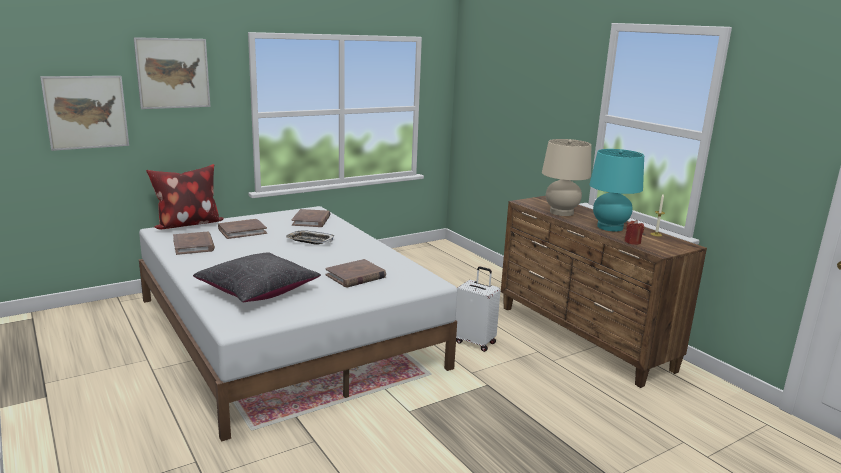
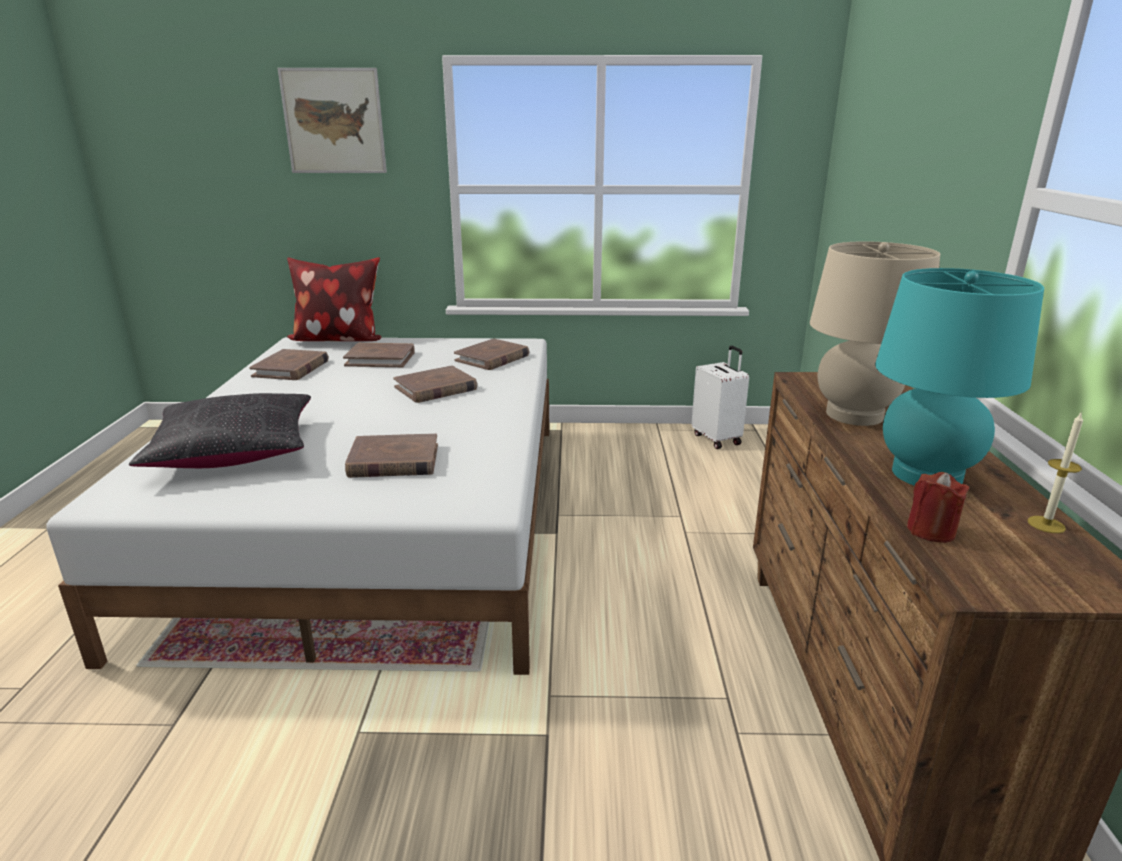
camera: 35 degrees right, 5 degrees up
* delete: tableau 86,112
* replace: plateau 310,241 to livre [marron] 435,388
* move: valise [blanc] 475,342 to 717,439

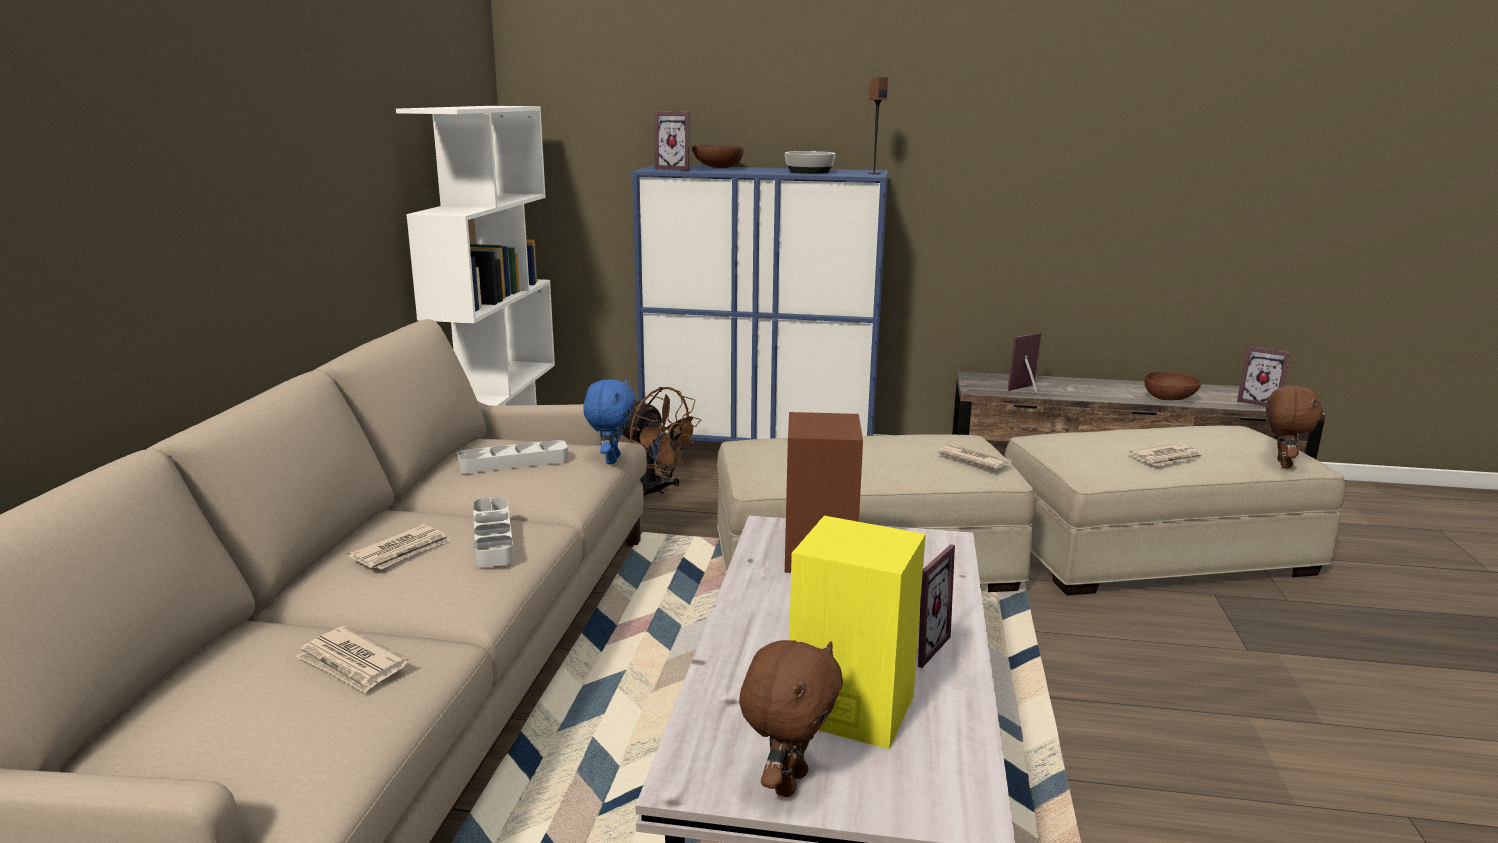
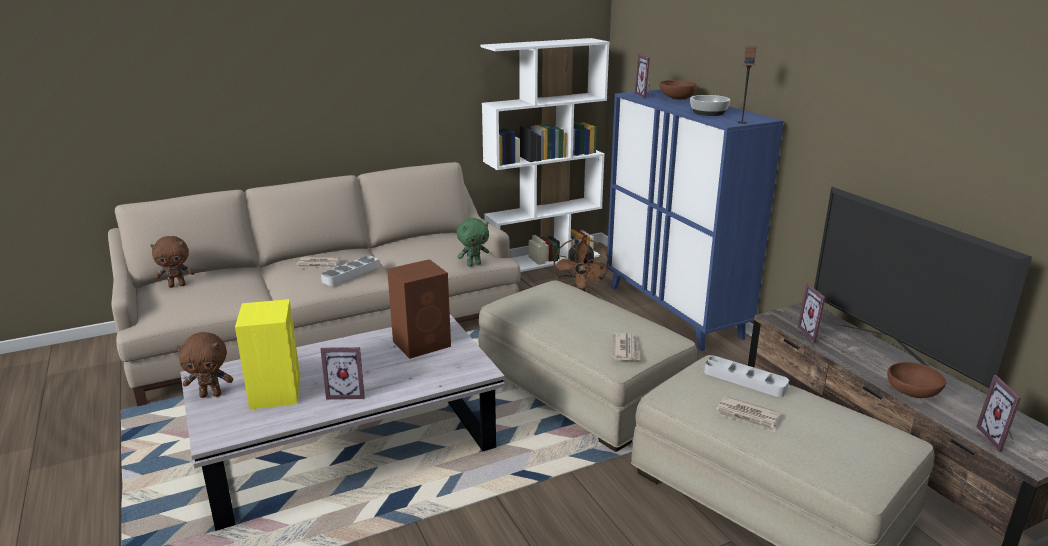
camera: 55 degrees right, 5 degrees up
* delete: journal 352,664
* move: plateau [gris] 514,462 to 745,380
* recolor: peluche [bleu] 611,460 to peluche [vert] 474,264
* rotate: cadre photo 1028,390 = 814,334 120 degrees counterclockwise
* move: peluche [marron] 1281,464 to 177,285
* insert: téléviseur 890,351

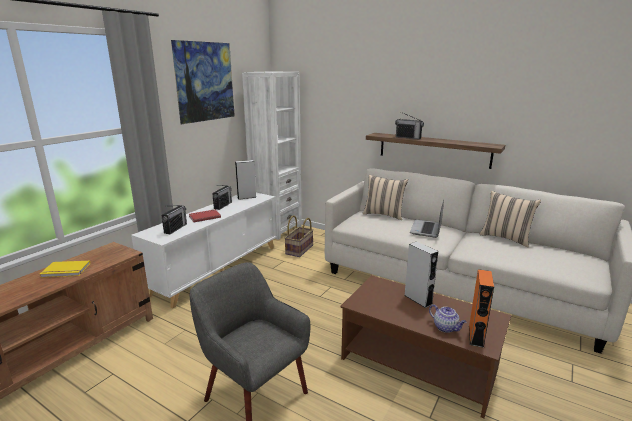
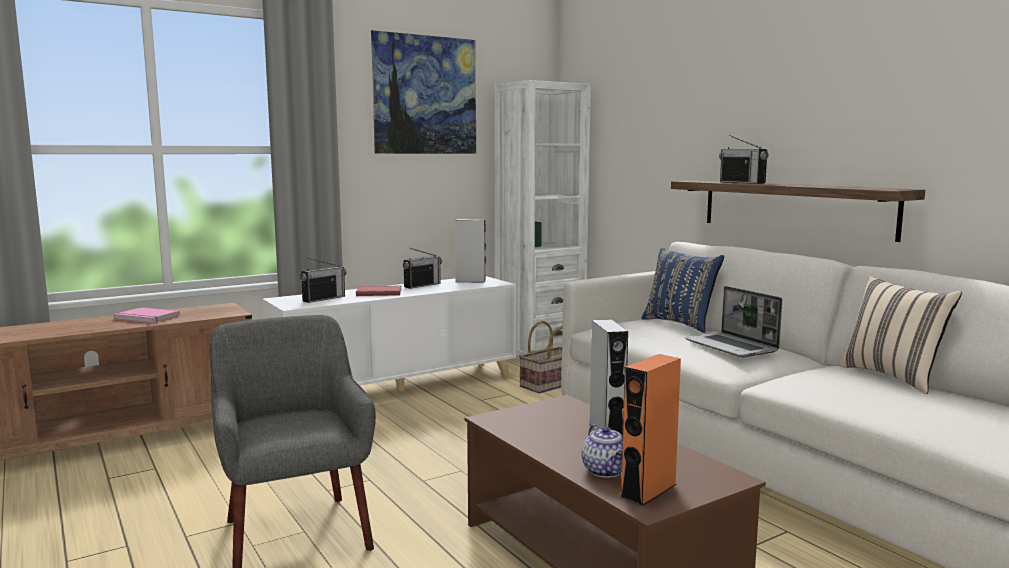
camera: 25 degrees right, 10 degrees down
* recolor: livre [jaune] 65,271 to livre [rose] 146,318
* recolor: coussin [beige] 384,214 to coussin [bleu] 680,323
* rotate: ordinateur portable 426,229 = 732,347 75 degrees counterclockwise

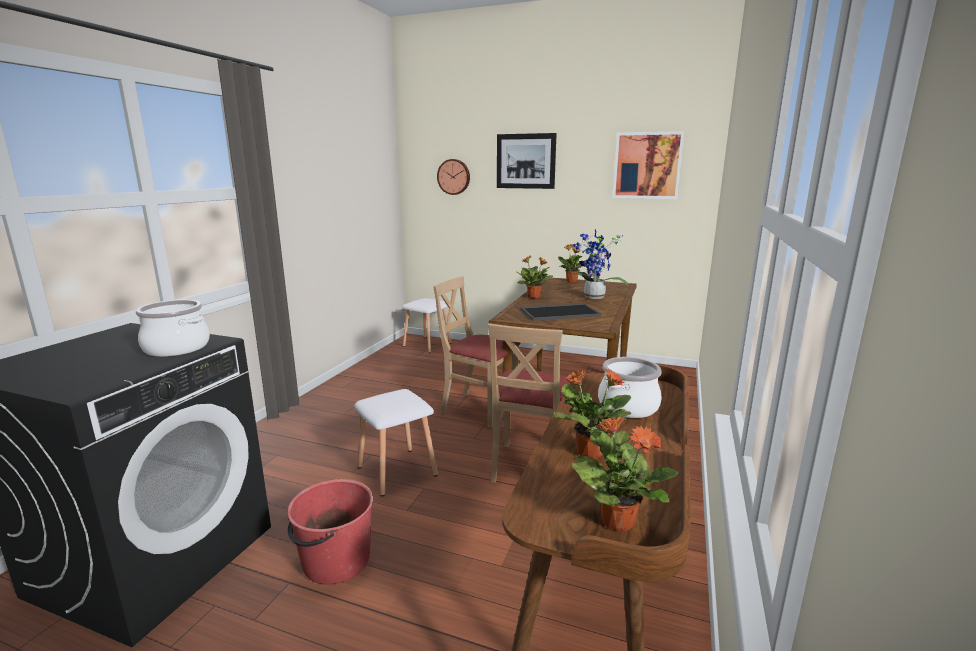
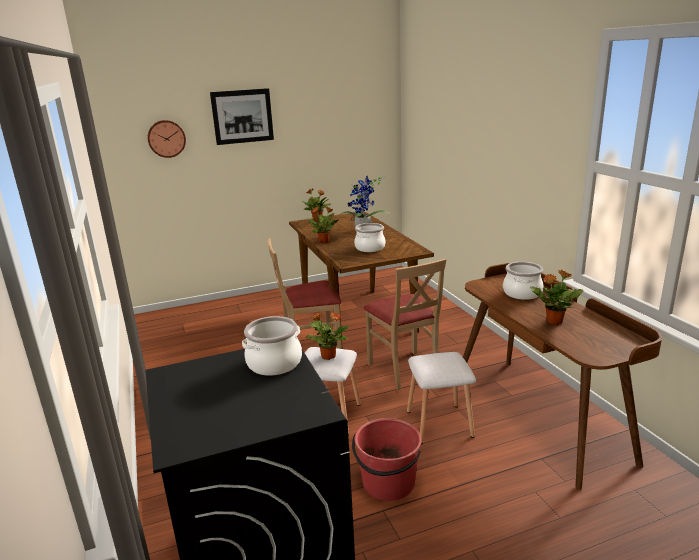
camera: 40 degrees left, 5 degrees up
* move: tabouret [blanc] 428,345 to 440,423
* replace: plateau 560,312 to marmite 369,248
* move: plante en pot 616,520 to 328,356
* delete: tableau 647,165

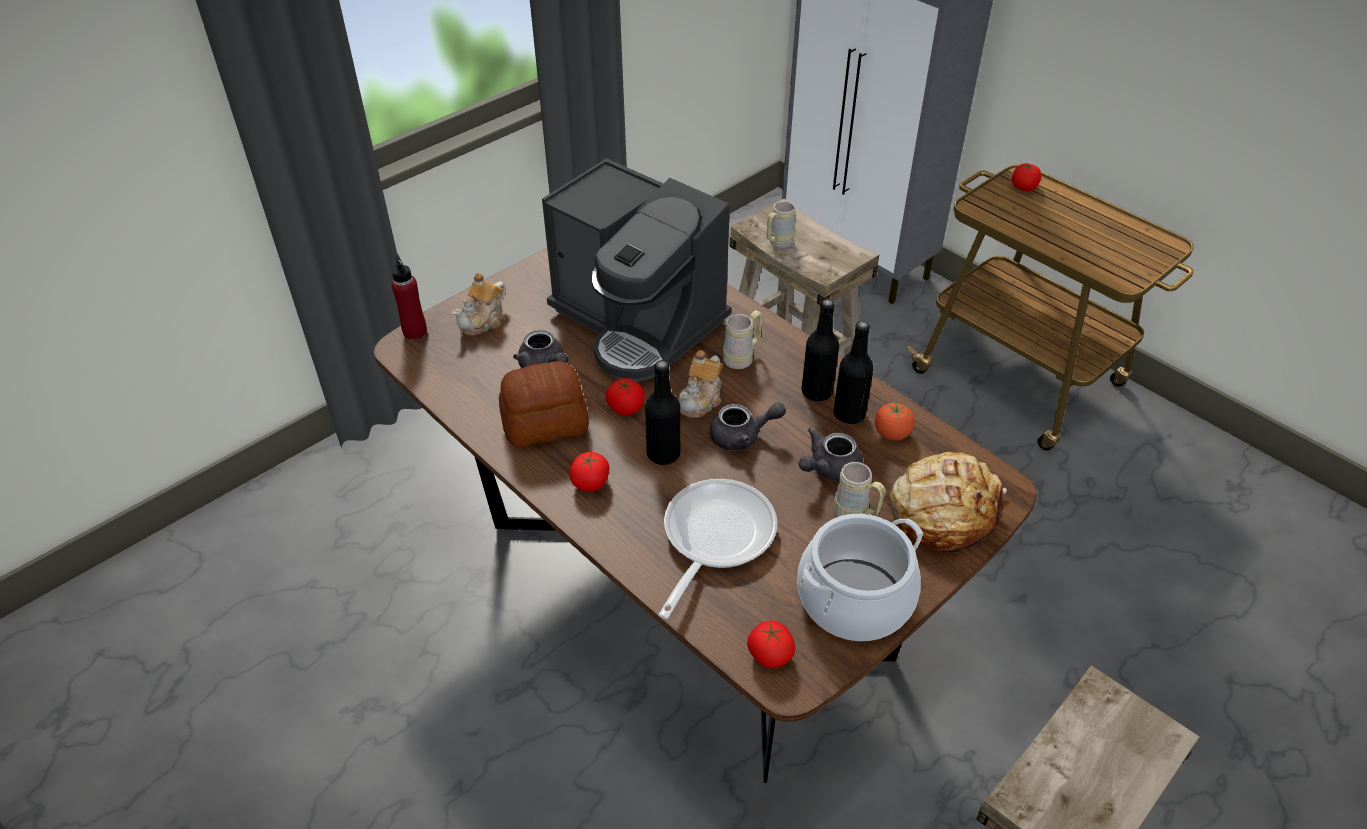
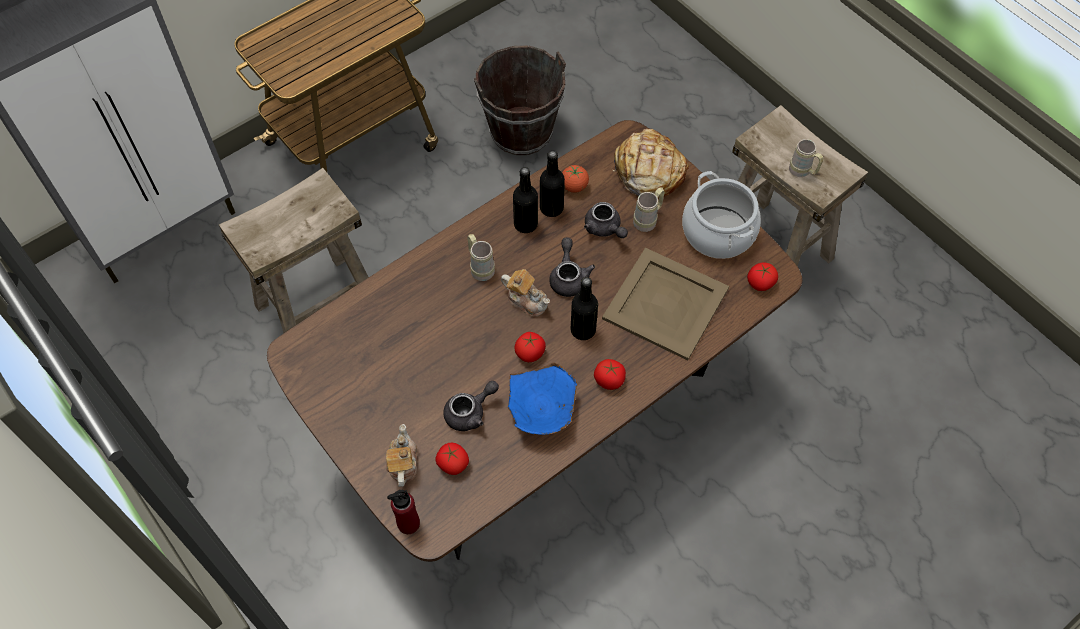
camera: 85 degrees left, 15 degrees up
* rotate: théière 483,321 = 402,464 135 degrees counterclockwise
* replace: pain 546,424 to bol [bleu] 543,411
* delete: machine à café 638,323
* replace: poêle 714,538 to plateau [beige] 666,304
* move: mug [beige] 777,243 to 802,172
* move: tomate 1023,188 to 453,464
* insert: seau [marron] 521,133

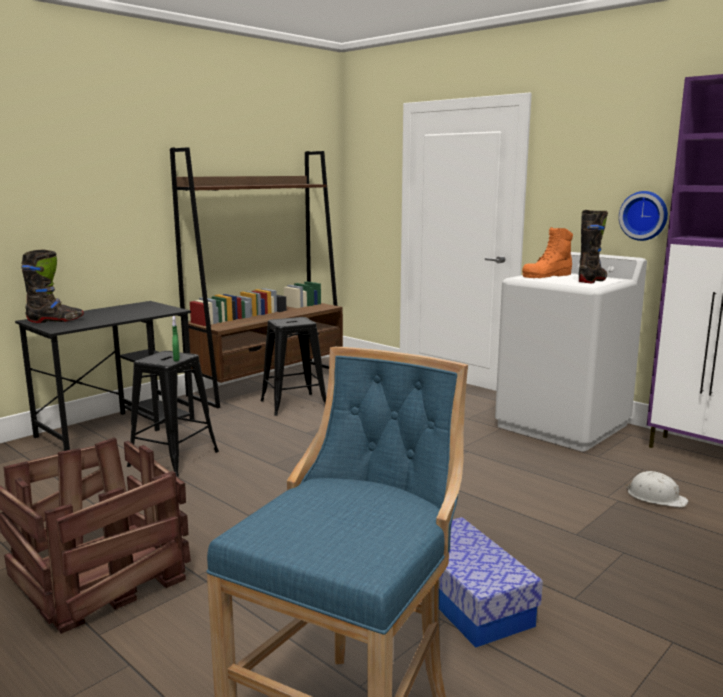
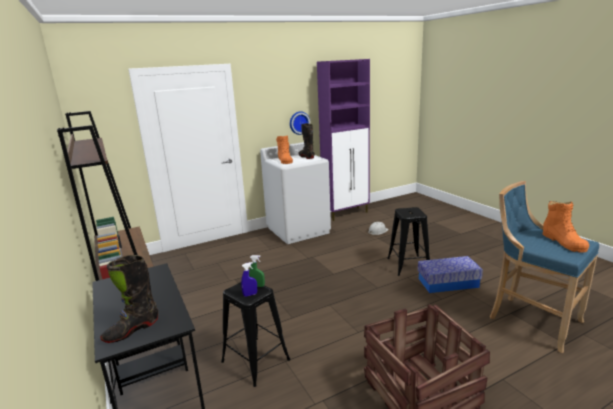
camera: 70 degrees left, 5 degrees up
* rotate: botte [noir] 55,320 = 132,330 135 degrees counterclockwise
* move: tabouret [noir] 294,404 to 408,265
* insert: vaporisateur [bleu] 250,294
* insert: botte [orange] 563,242

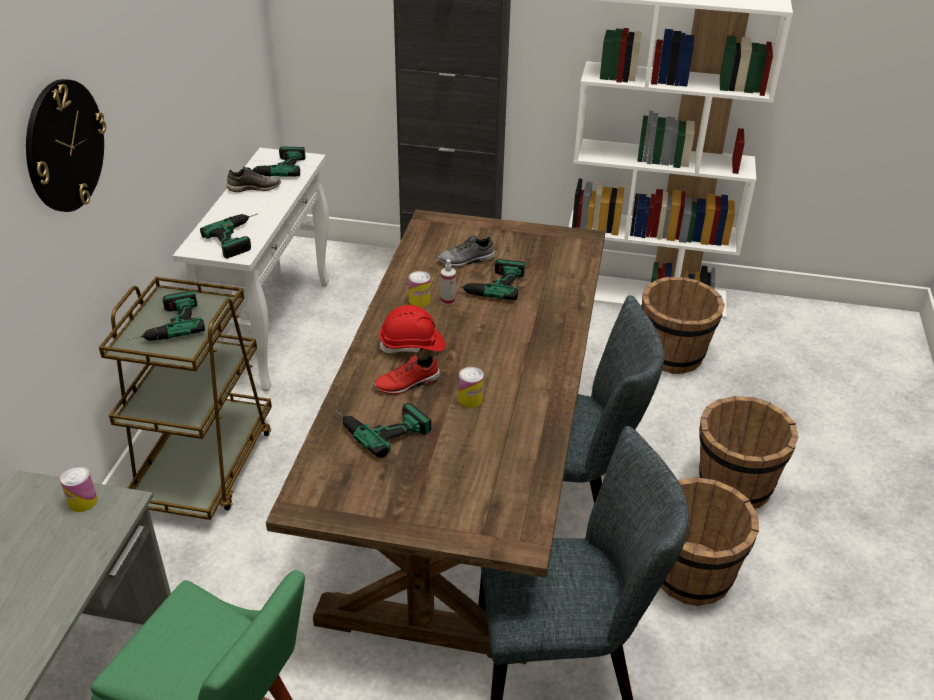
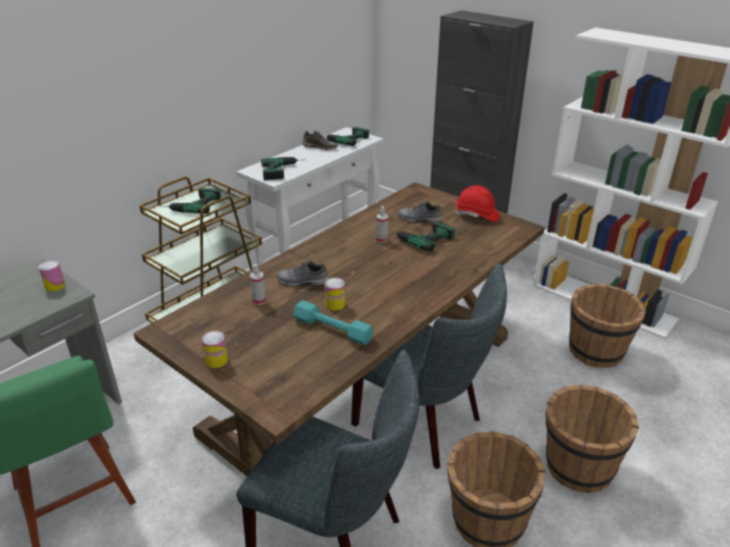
camera: 30 degrees right, 5 degrees down
* delete: horloge murale 64,146
* replace: perceuse 380,425 to vaporisateur 259,301
* recolor: chaussure [rouge] 407,384 to chaussure [gris] 302,282
* move: casque de chantier [rouge] 412,345 to 477,215
* move: boîte métallique 419,301 to 216,360
* insert: haltère [turquoise] 333,329

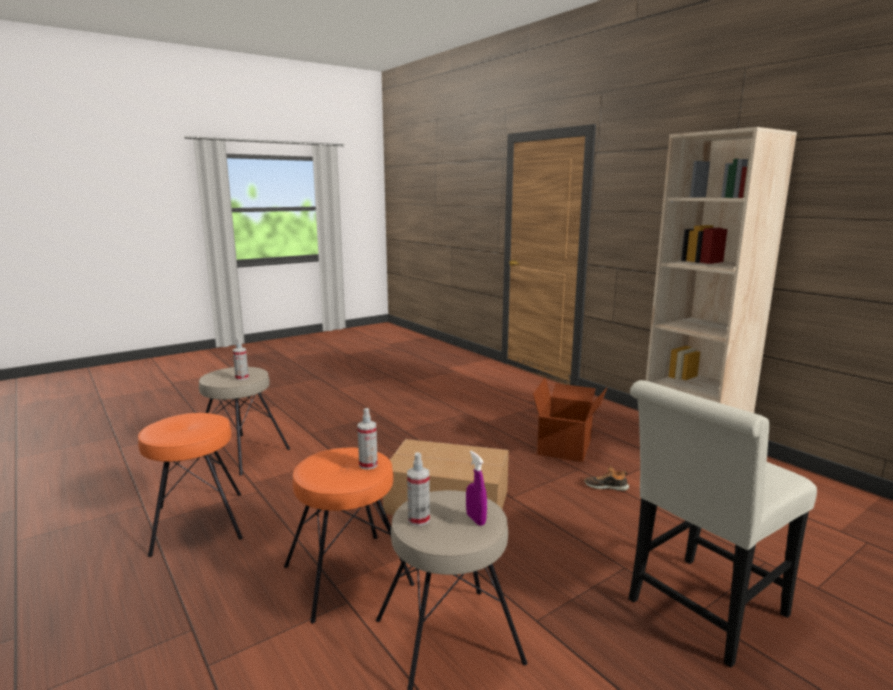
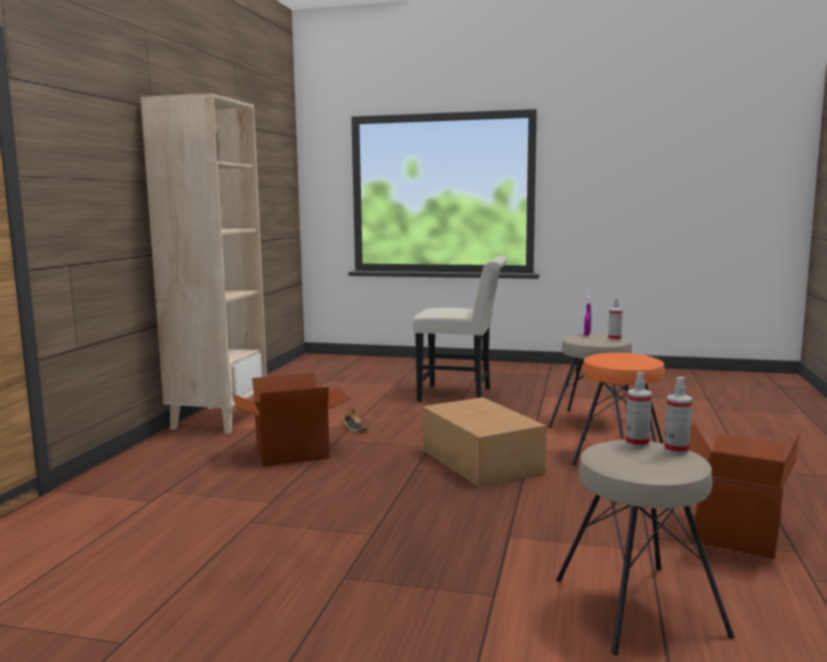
camera: 130 degrees left, 5 degrees down
* replace: tabouret [orange] 197,523 to carton 735,532
* move: vaporisateur 368,465 to 676,450

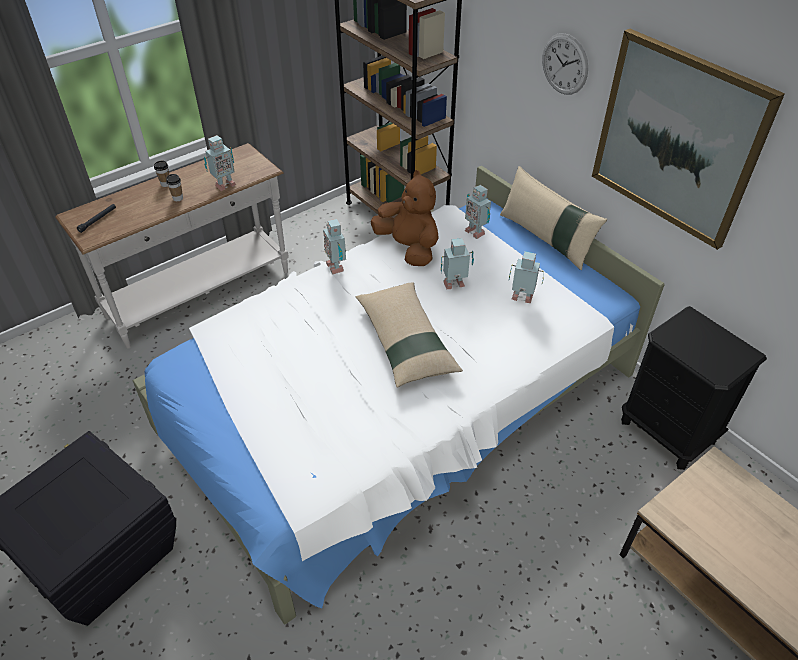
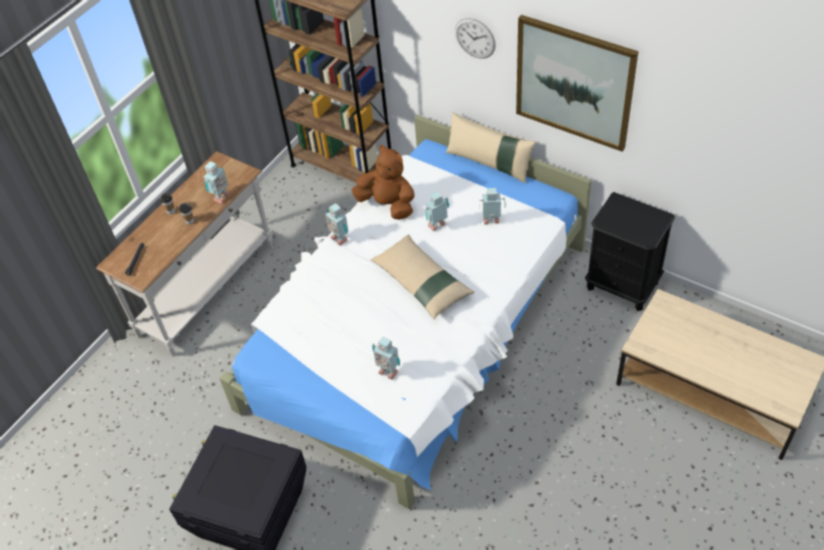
camera: 15 degrees left, 5 degrees up
* move: robot jouet 475,231 to 388,371

